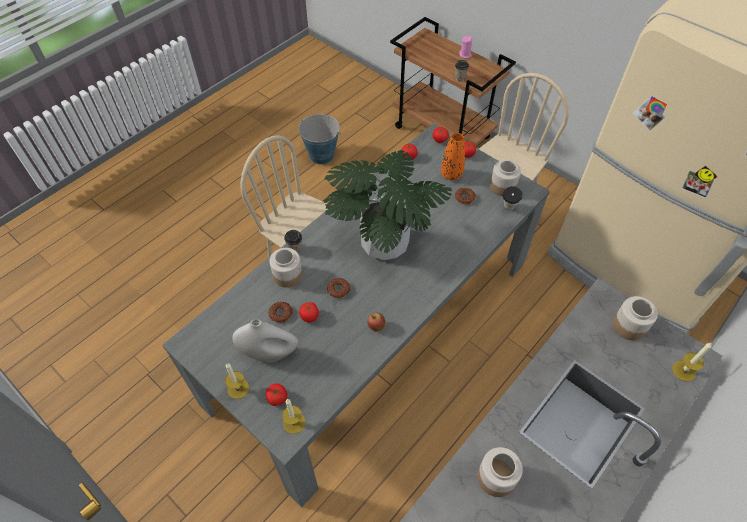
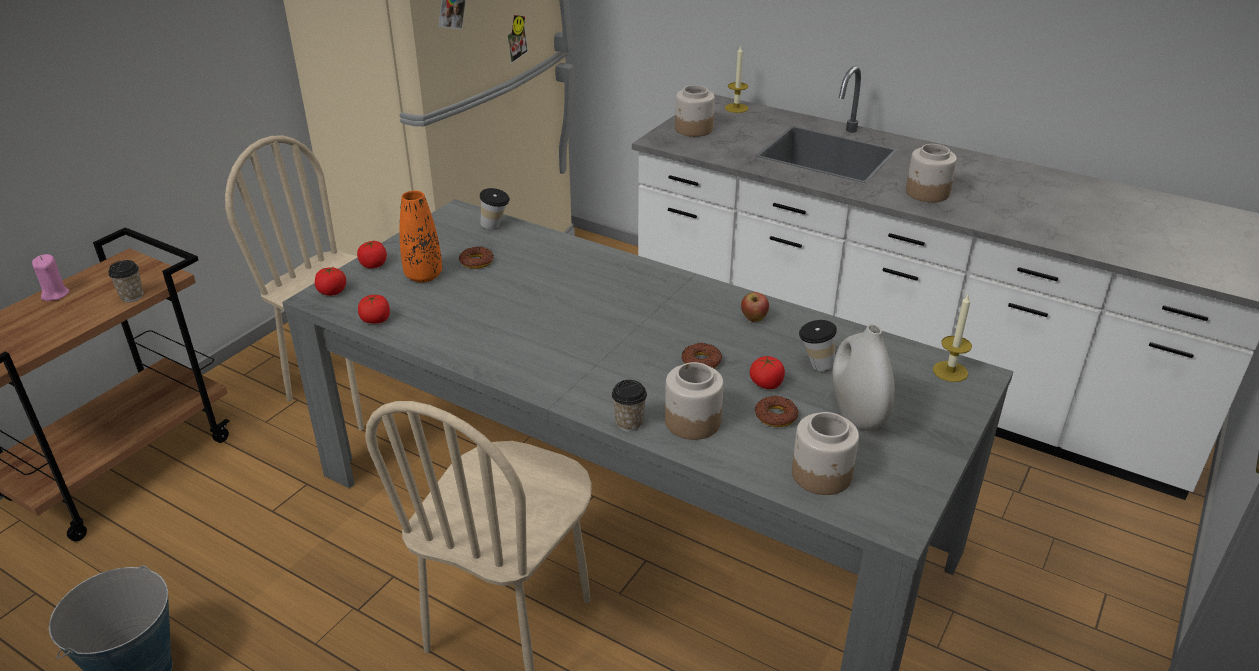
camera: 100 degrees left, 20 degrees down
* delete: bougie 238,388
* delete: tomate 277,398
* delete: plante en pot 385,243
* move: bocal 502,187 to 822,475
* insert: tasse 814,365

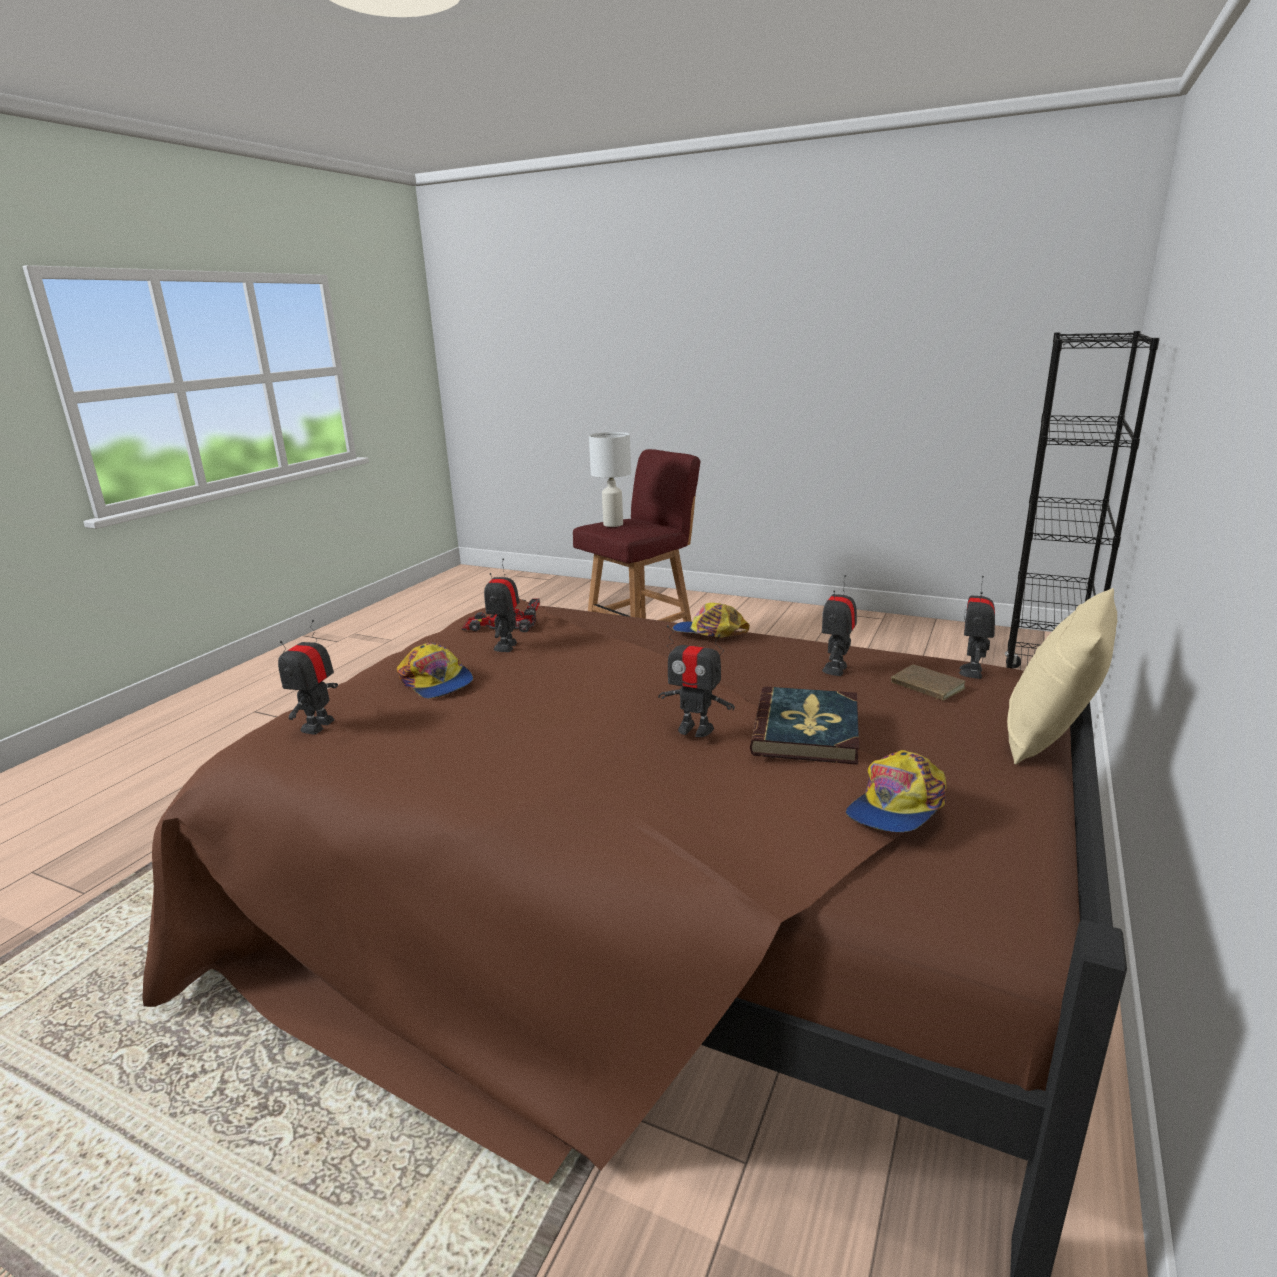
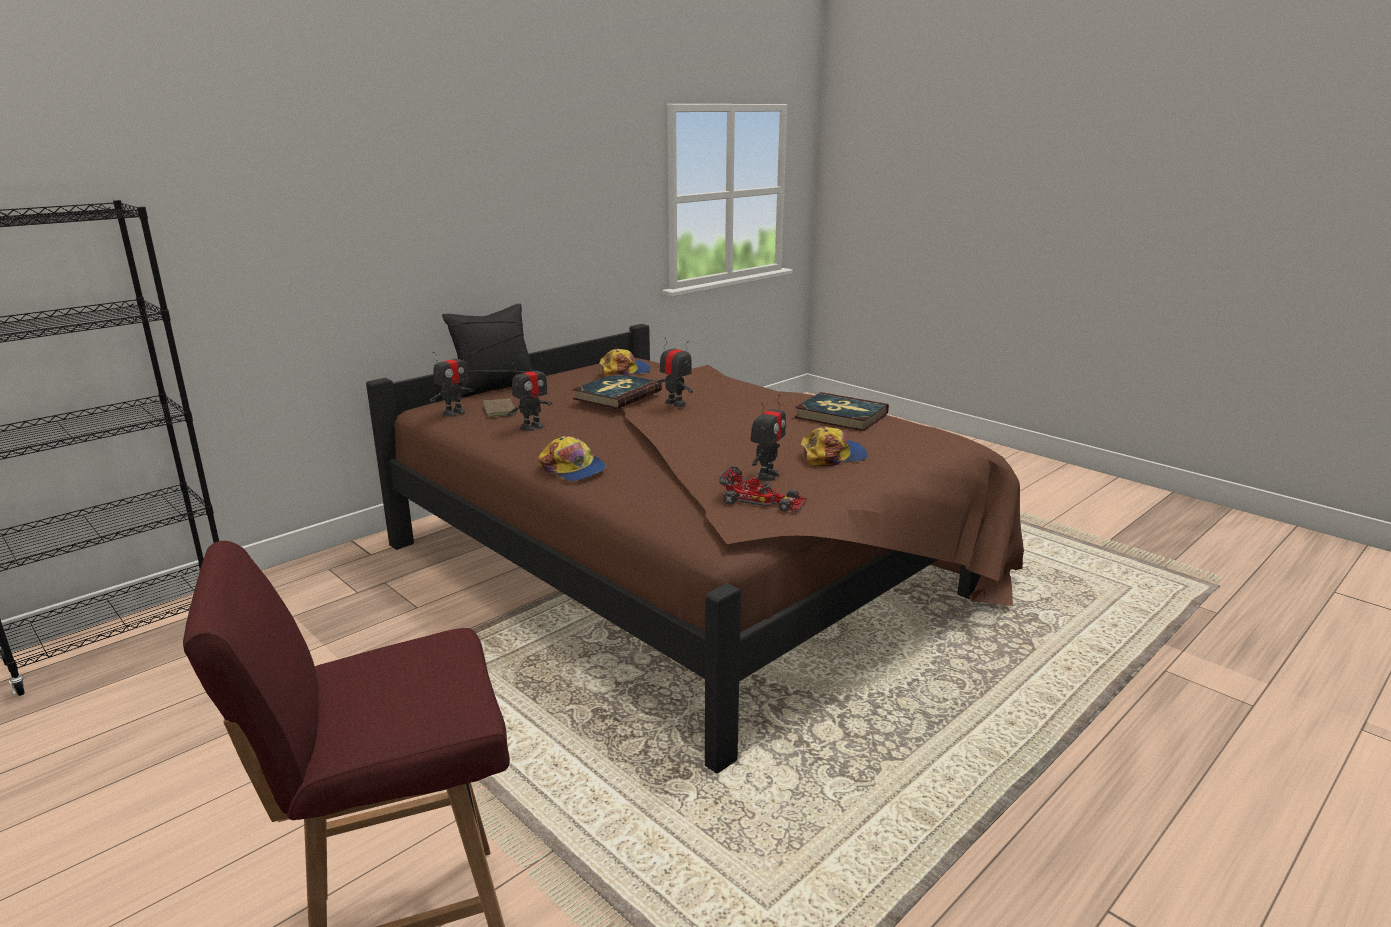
camera: 160 degrees left, 0 degrees up
* delete: robot jouet 317,726
* rotate: casquette 436,682 = 833,456 90 degrees clockwise
* delete: lampe de table [blanc] 612,524
* recolor: coussin [beige] 1049,735 to coussin [noir] 496,387
* insert: livre 841,416

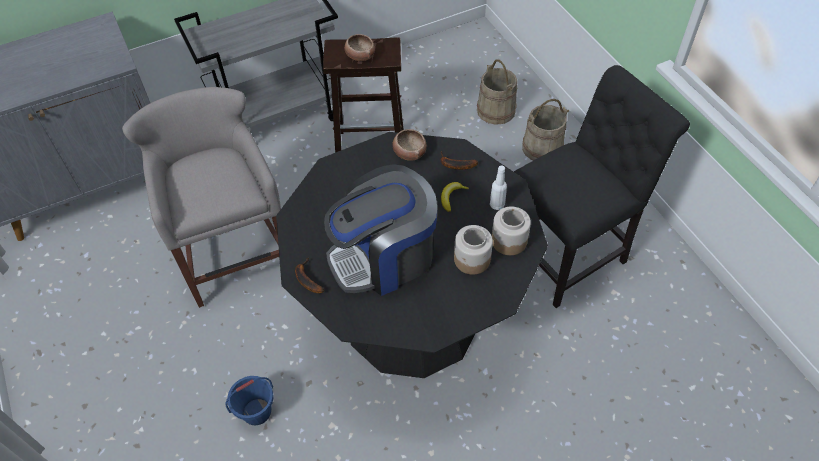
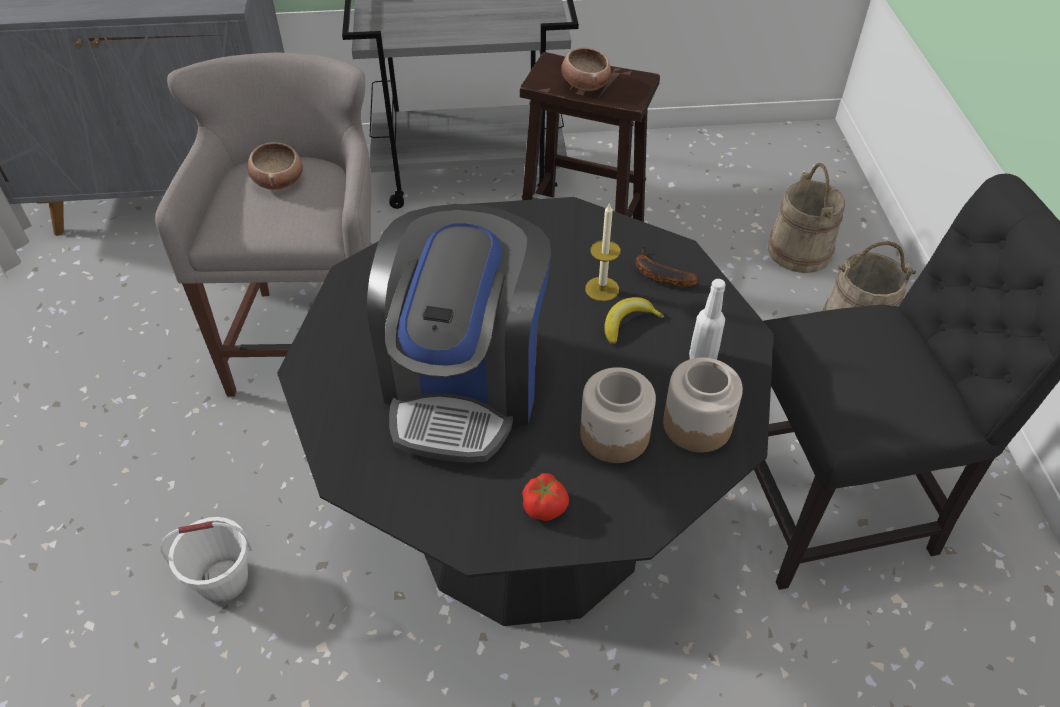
camera: 20 degrees right, 5 degrees down
* recolor: seau [bleu] 256,412 to seau [blanc] 223,581
* delete: banane 306,279
* rotate: machine à café 384,257 = 465,383 75 degrees counterclockwise
* move: bol 409,152 to 278,180
* insert: tomate 545,506
* insert: bougie 602,289

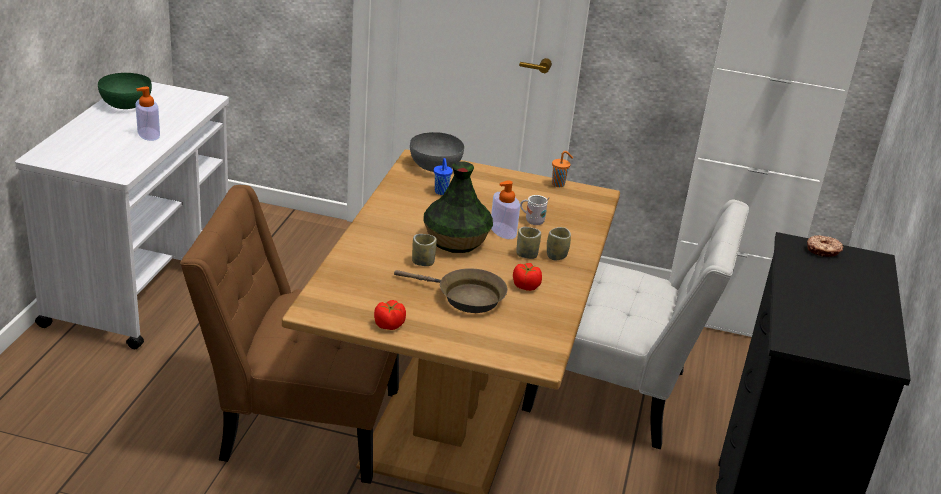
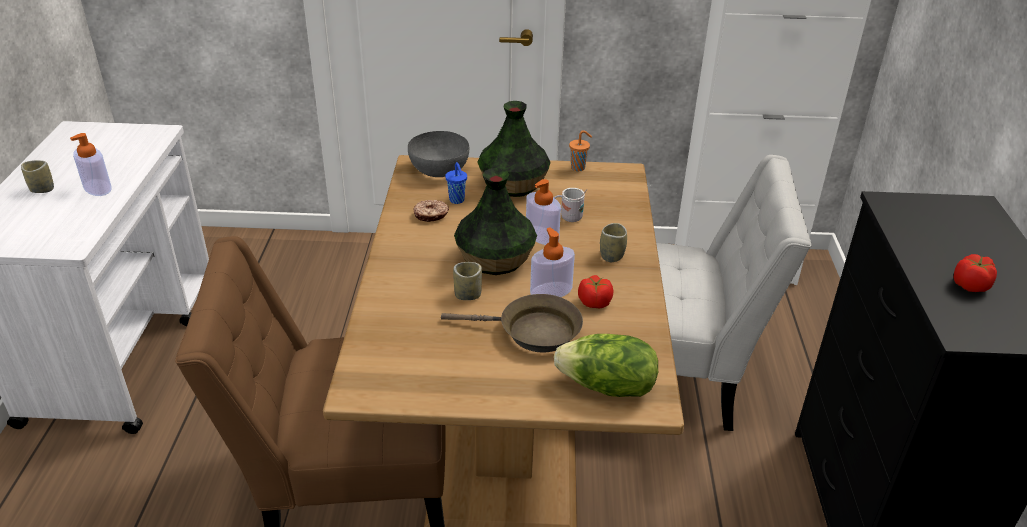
camera: 10 degrees left, 5 degrees up
* delete: bol [vert] 126,104
* move: tomate 389,325 to 970,285
* move: tasse 526,255 to 42,189
* move: beignet 823,251 to 431,215
* insert: vase 512,184
* insert: distributeur de savon 551,291
* insert: laitue 607,387

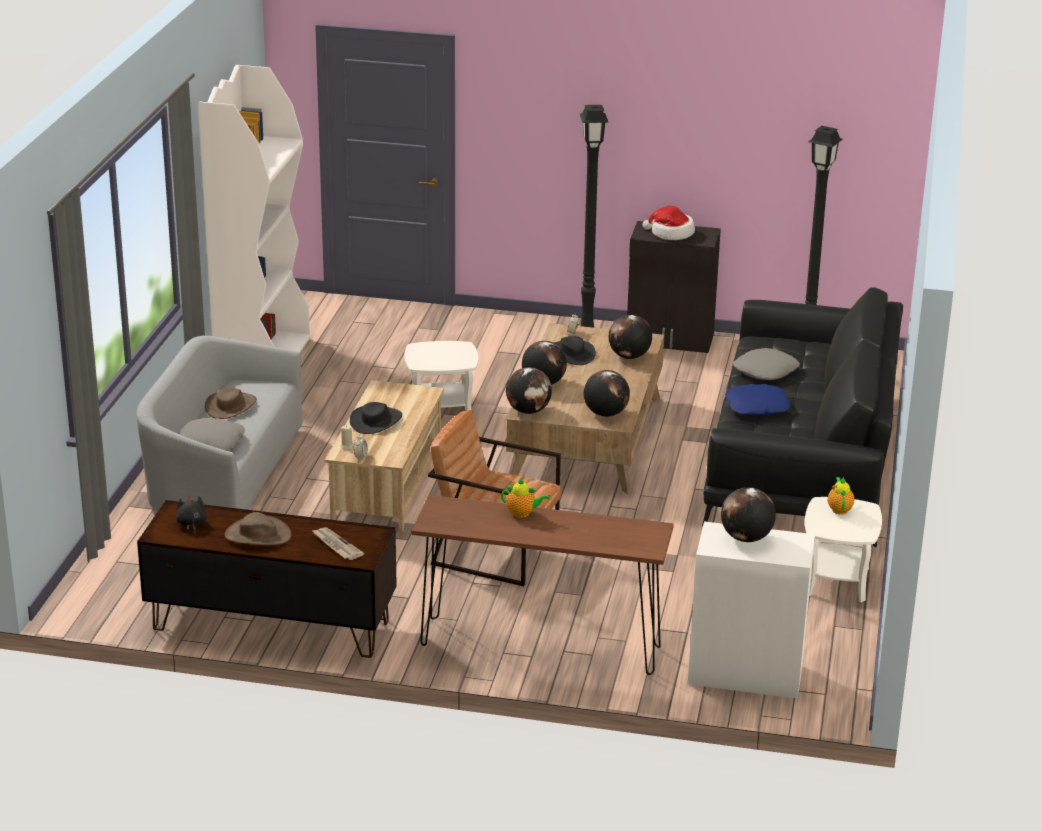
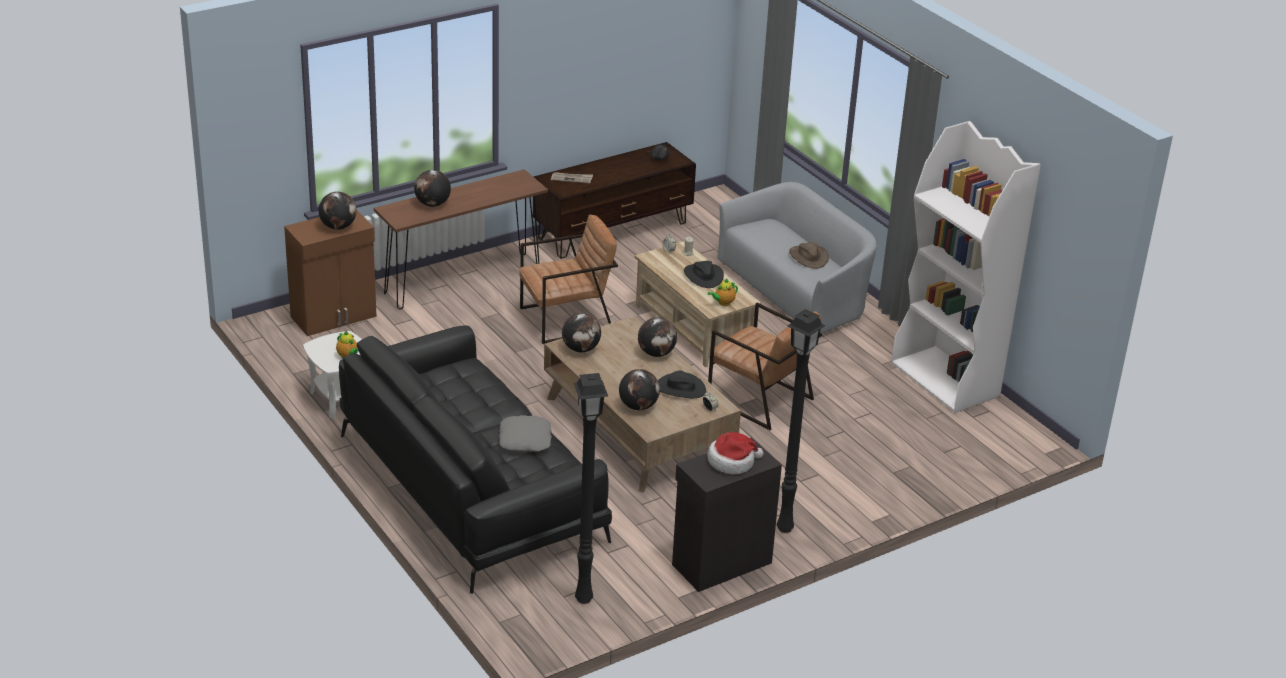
camera: 135 degrees right, 5 degrees up
* delete: coussin [gris] 211,442
* delete: chapeau [marron] 257,535
* replace: table d'appoint [blanc] 441,412 to fauteuil [marron] 760,399
* move: théière 522,513 to 723,303
* move: globe 528,411 to 432,204
* recolor: meuble de rangement [blanc] 744,673 to meuble de rangement [marron] 334,317
* delete: coussin [bleu] 757,407

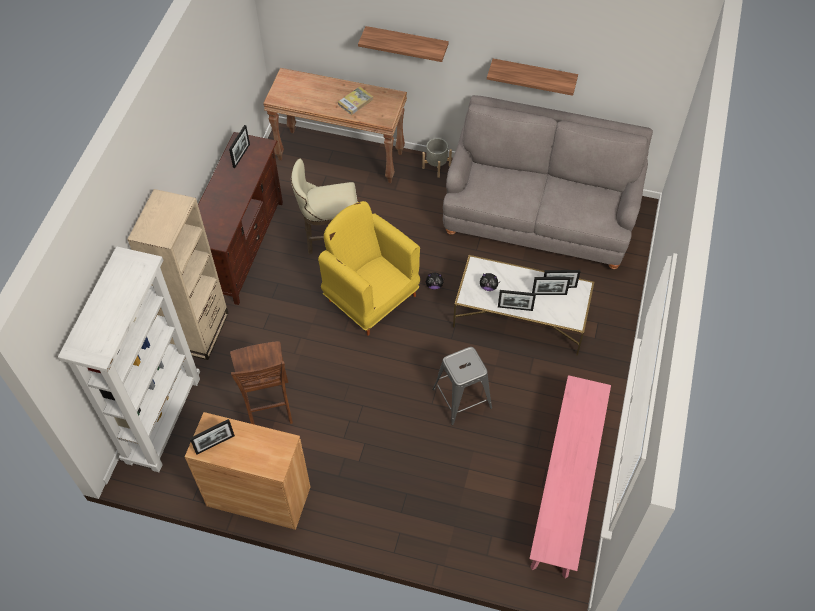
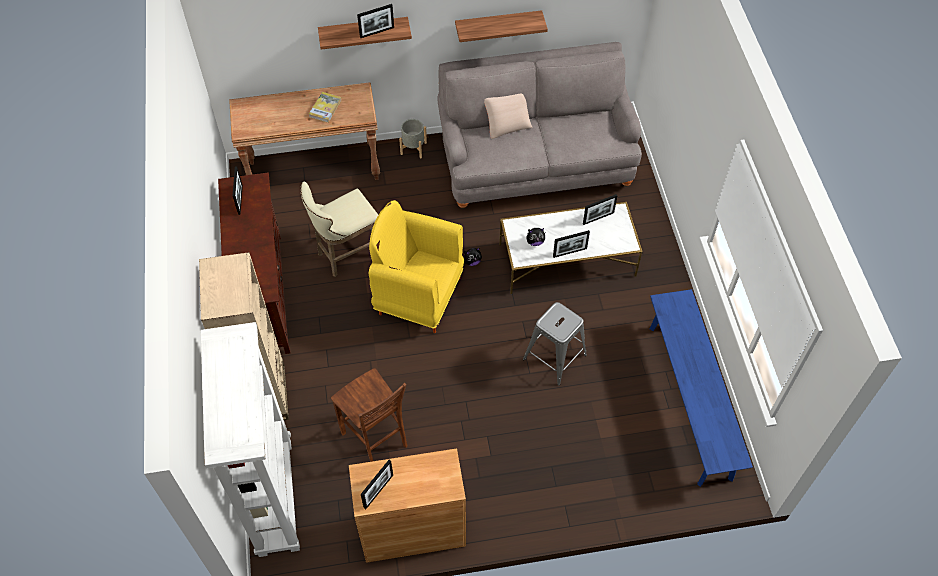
camera: 25 degrees left, 0 degrees up
* recolor: banc [rose] 565,488 to banc [bleu] 689,400
* move: cadre photo 549,294 to 377,32
* insert: coussin [beige] 507,124

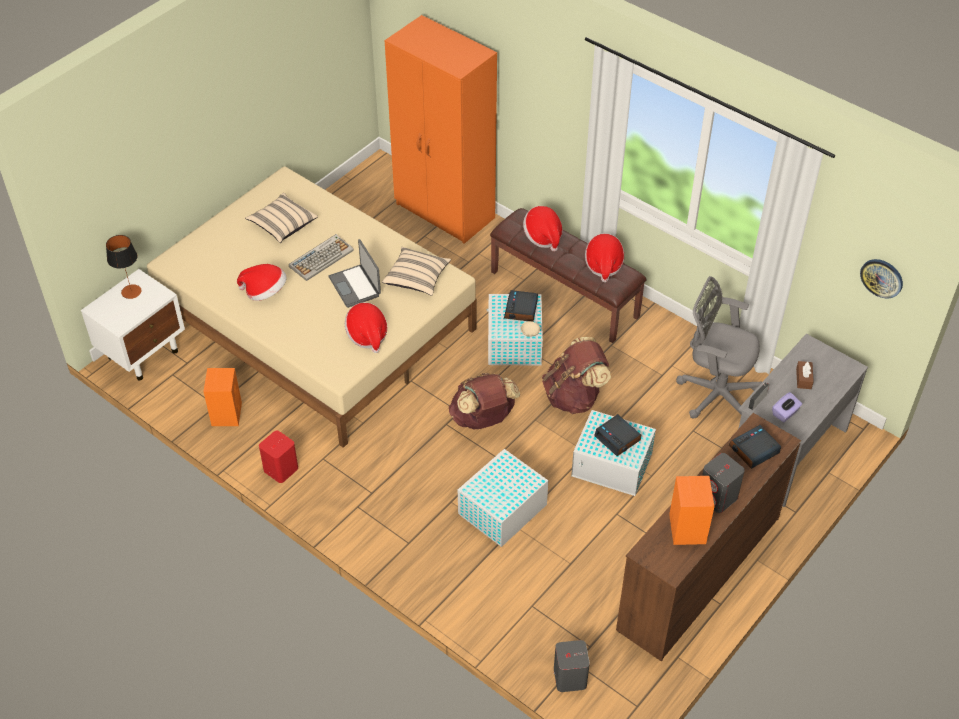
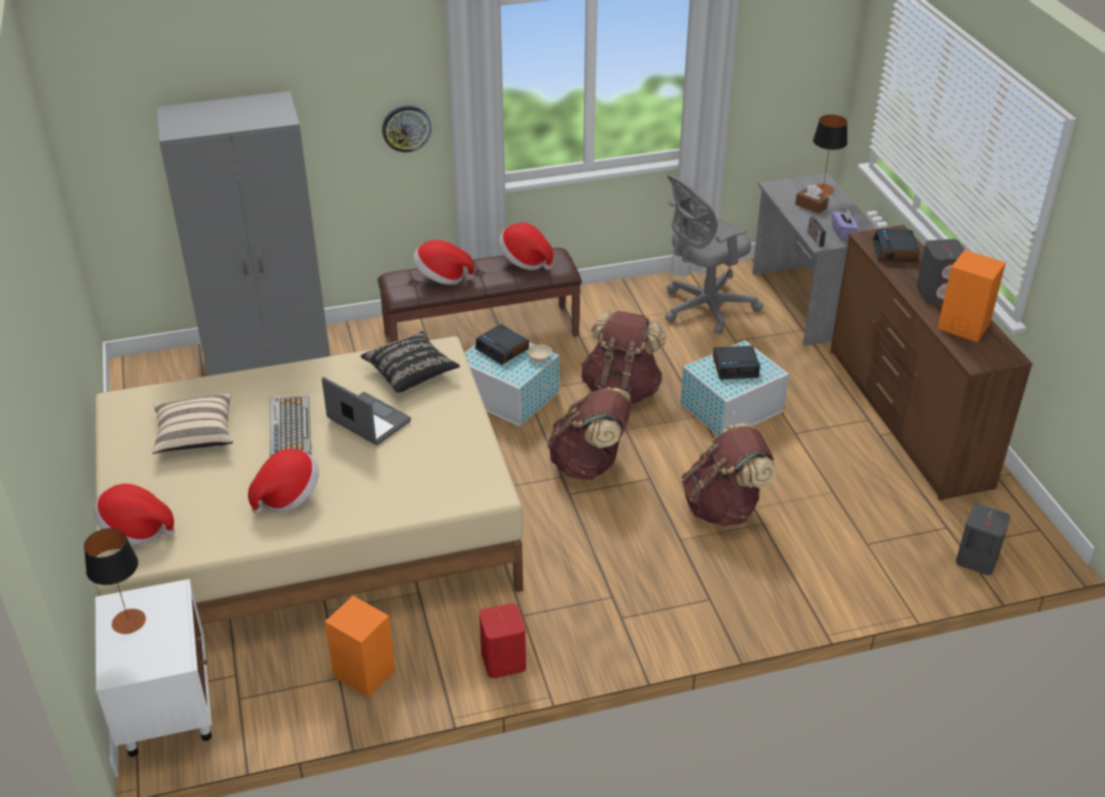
camera: 55 degrees left, 10 degrees down
* rotate: ordinateur portable 355,286 = 368,421 150 degrees counterclockwise
* move: chapeau 367,335 to 136,530
* recolor: coussin [beige] 417,279 to coussin [noir] 411,373
* recolor: armoire [orange] 445,212 to armoire [gris] 269,357
* replace: boîte de rangement [blanc] 501,510 to sac à dos [marron] 724,508
* move: horloge murale 882,278 to 406,128
* insert: lampe de table 823,190

